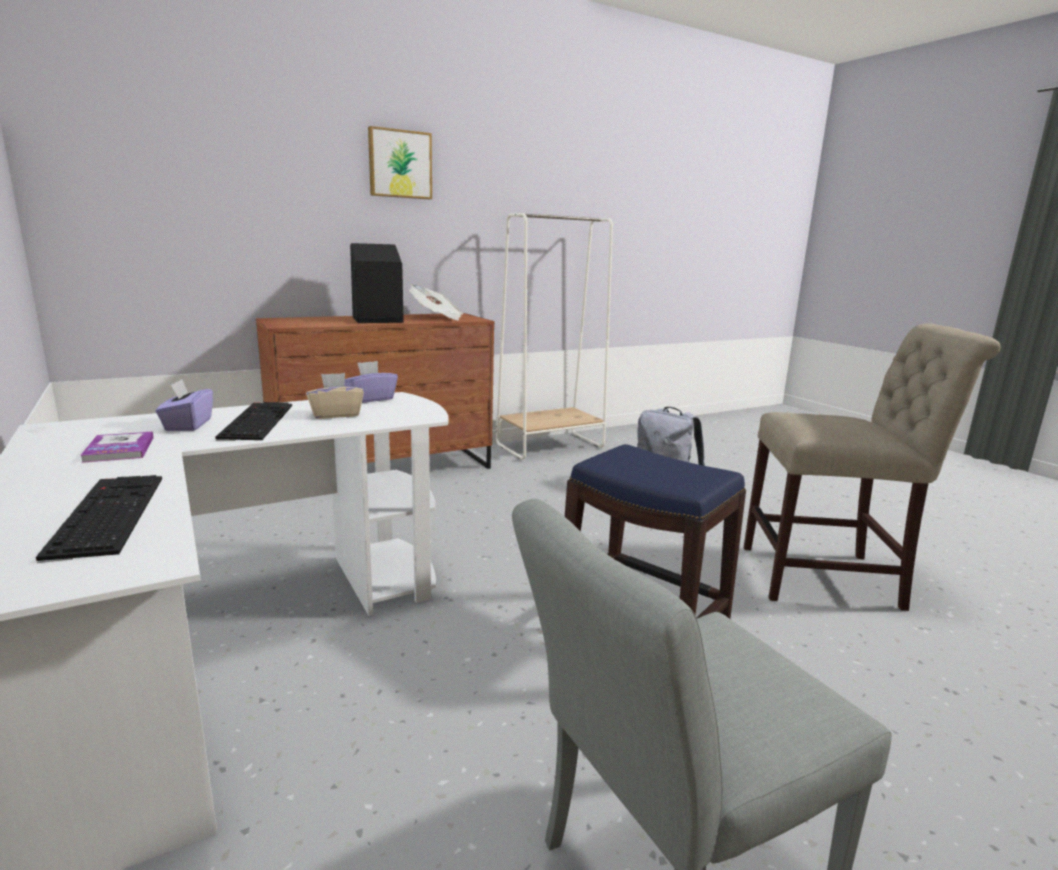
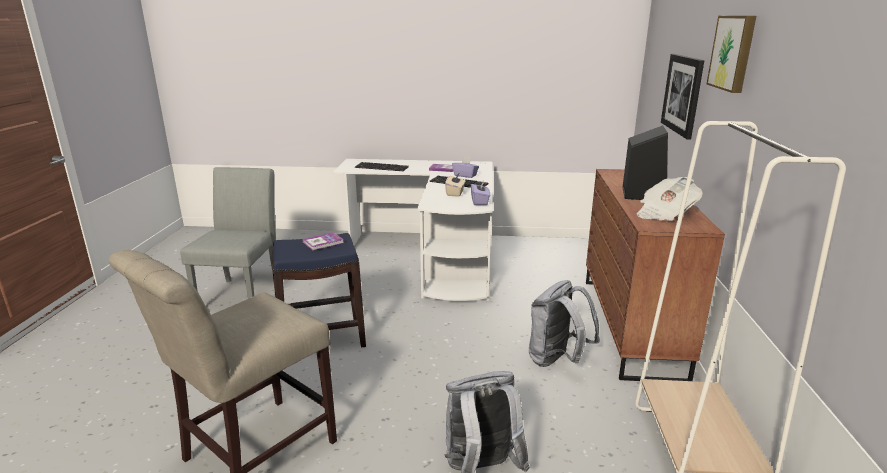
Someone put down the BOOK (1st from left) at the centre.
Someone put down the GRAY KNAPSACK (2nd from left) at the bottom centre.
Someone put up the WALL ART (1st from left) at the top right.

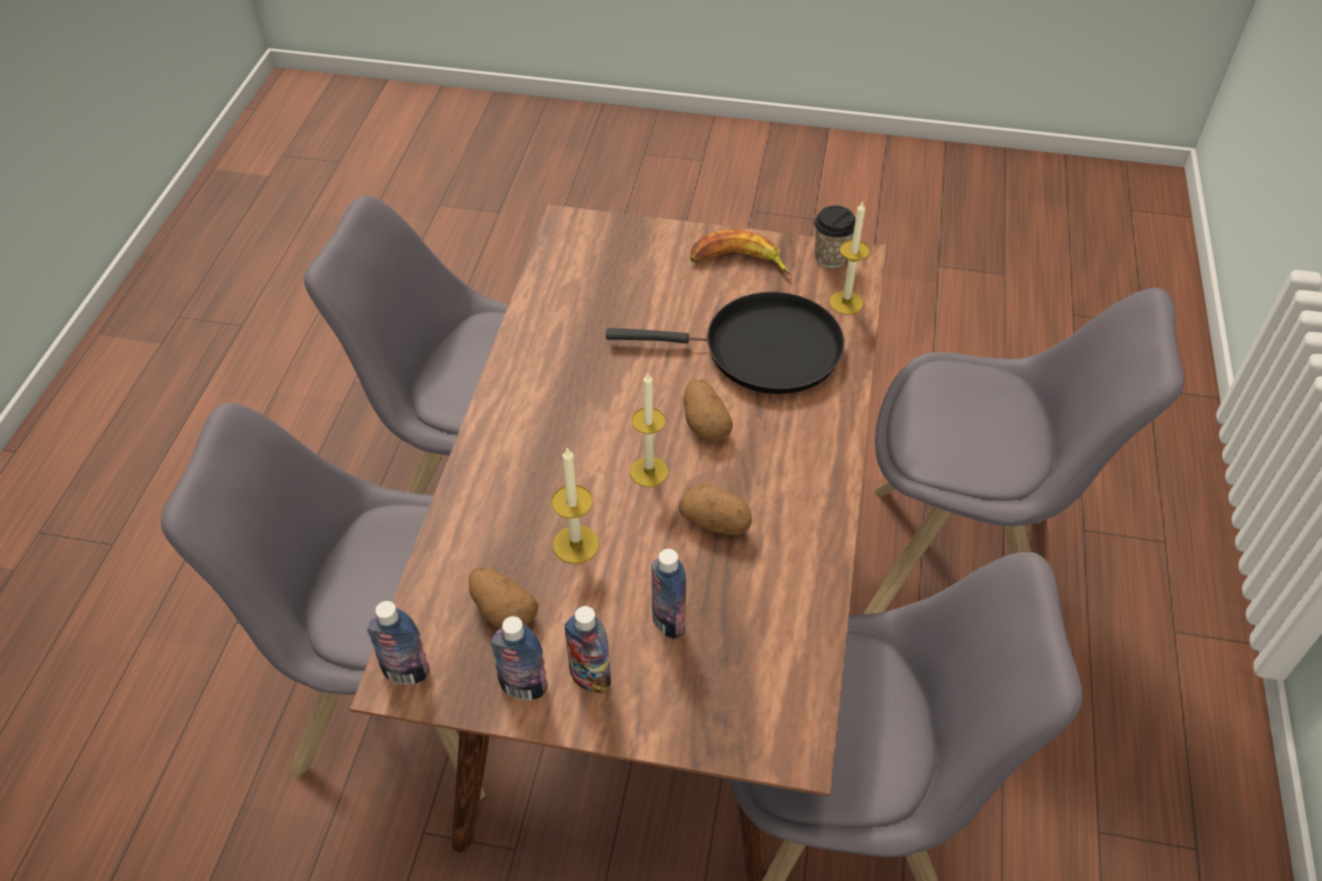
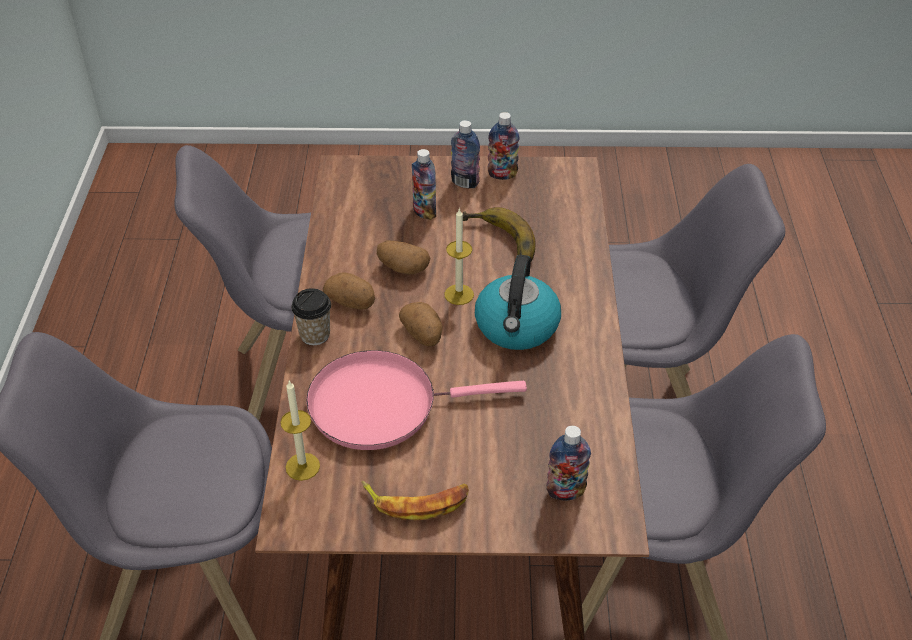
Someone put down the WATER KETTLE at the centre.
Someone carried the BOTTLE (1st from left in the first image) from the bottom left to the bottom centre.
Someone carried the SPUD (1st from left) from the bottom centre to the centre.
Someone carried the DRINKING CUP from the top centre to the centre.
Someone swapped the CANDLE (1st from left) at the centre for the WHOLE BANANA (2nd from left) at the centre.
Someone repainted the BLACK-COLOURED FRYING PAN at the centre, which became the PINK-COLOURED FRYING PAN at the centre.

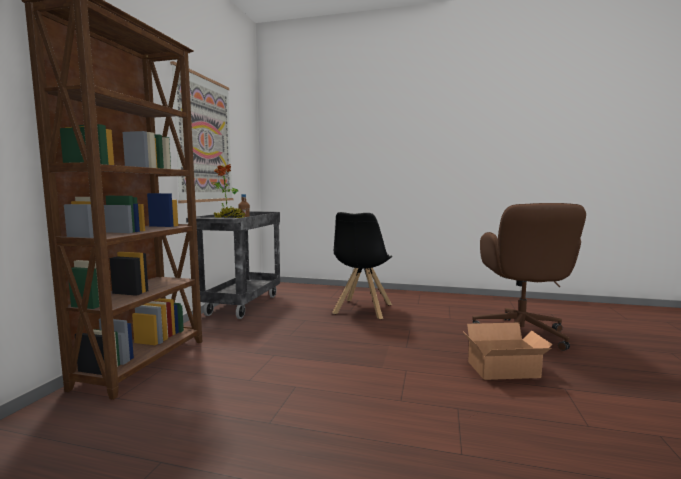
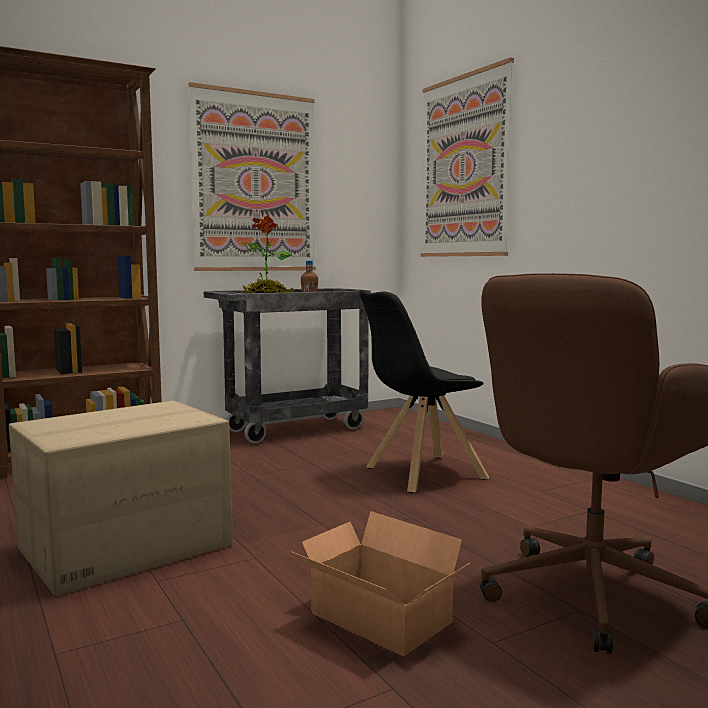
Someone put down the PACKING BOX (1st from left) at the bottom left.
Someone put up the WALL ART (2nd from left) at the top centre.

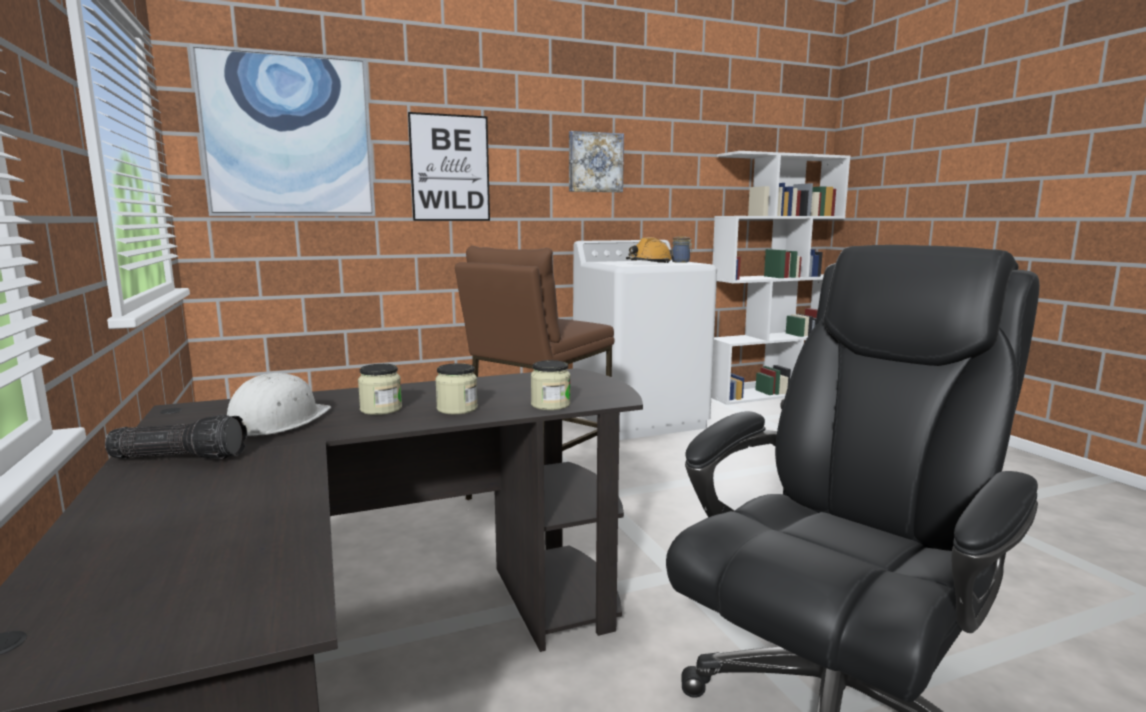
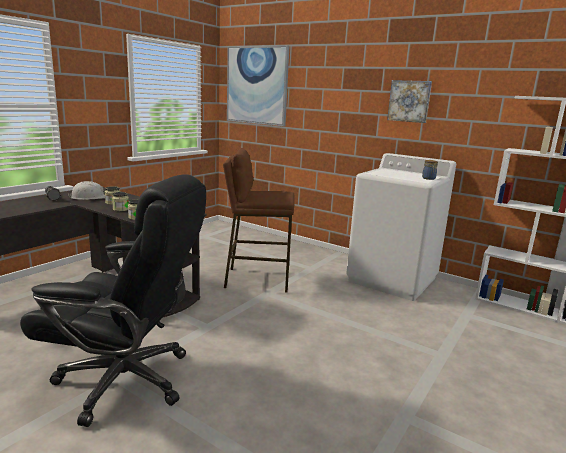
Someone took away the WALL ART (2nd from left) at the top centre.
Someone took away the ORANGE-COLOURED WORK HELMET at the centre.

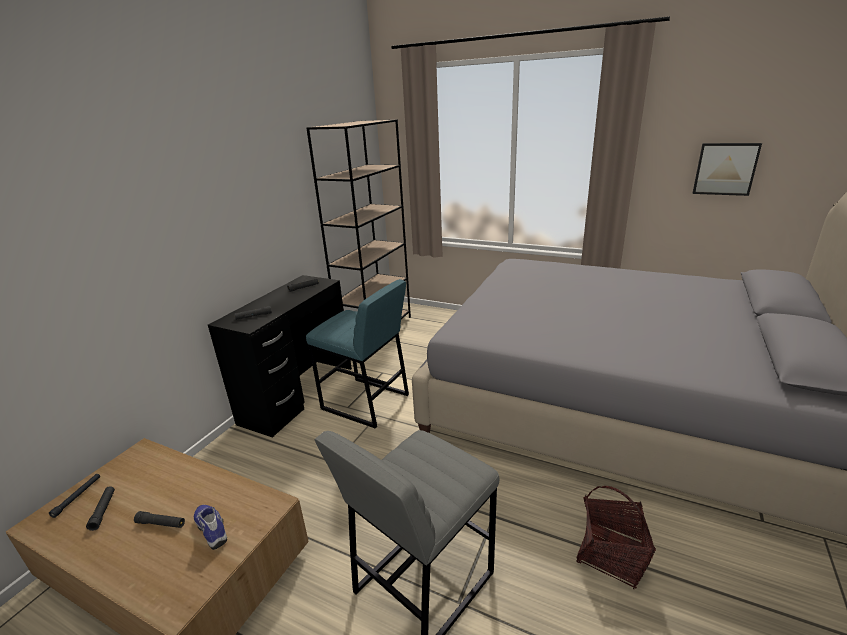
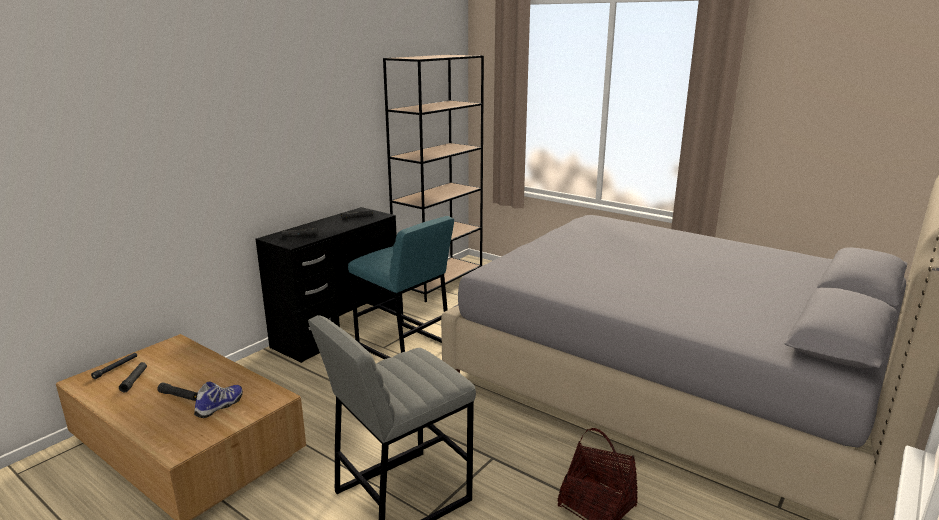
Someone took away the WALL ART at the top right.
Someone rotated the LOW SHOE at the bottom left by 60 degrees clockwise.

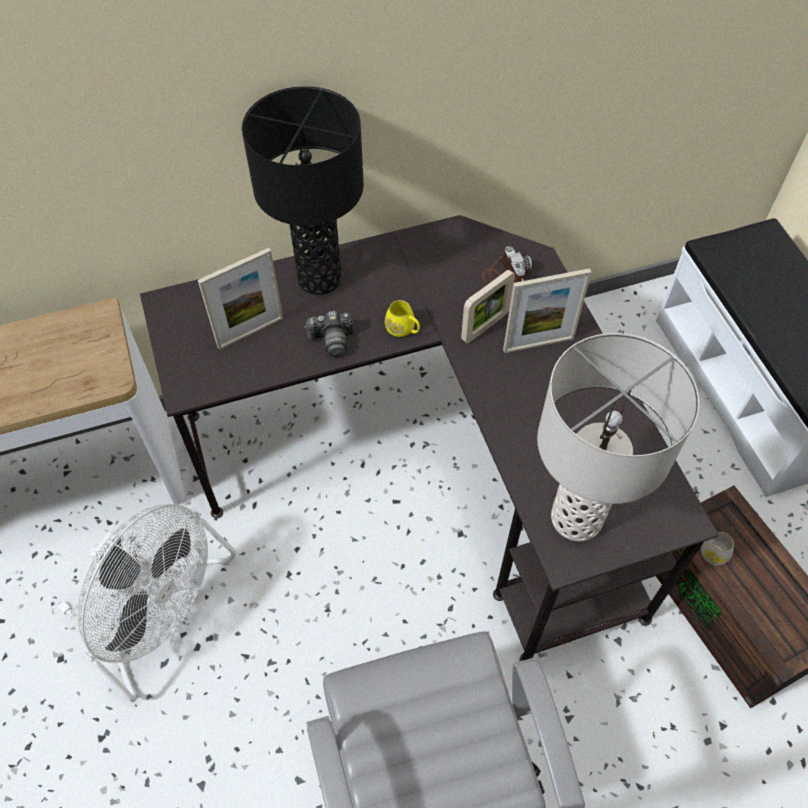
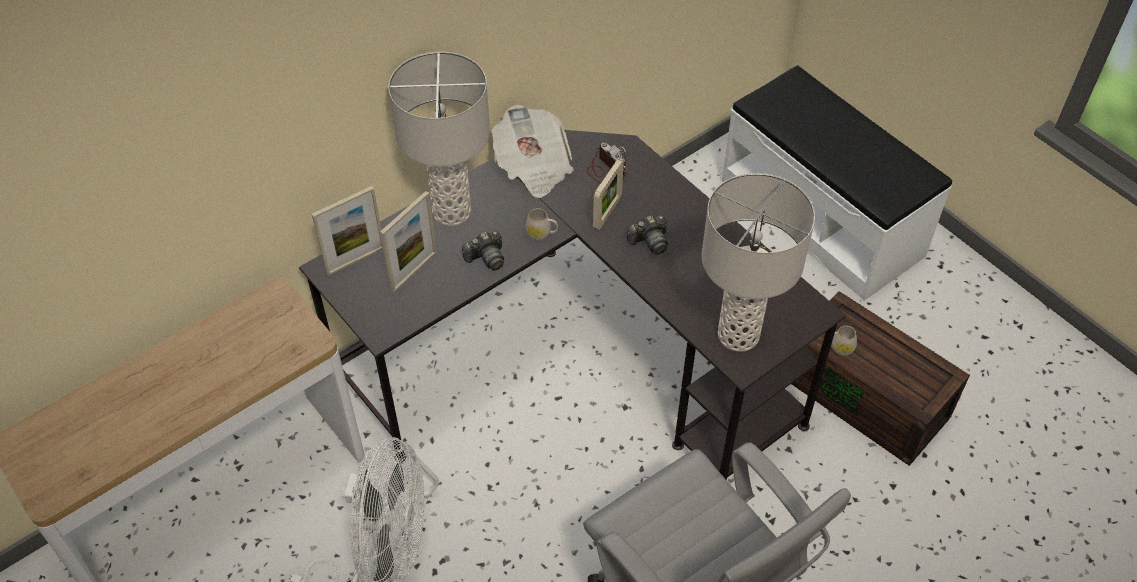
Someone put down the NEWSPAPER at the top centre.
Someone put down the PHOTO CAMERA (3rd from left) at the centre.
Someone carried the STANDING FRAME (3rd from left in the first image) from the middle right to the middle left.
Someone repainted the BLACK-COLOURED TABLETOP LAMP at the top centre, which became the WHITE-COLOURED TABLETOP LAMP (1st from left) at the top centre.
Someone repainted the YELLOW-COLOURED MUG at the centre, which became the WHITE-COLOURED MUG (1st from left) at the centre.

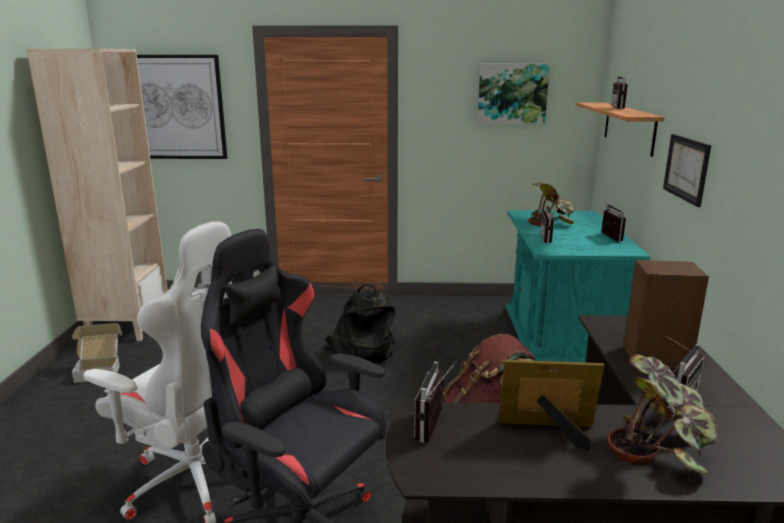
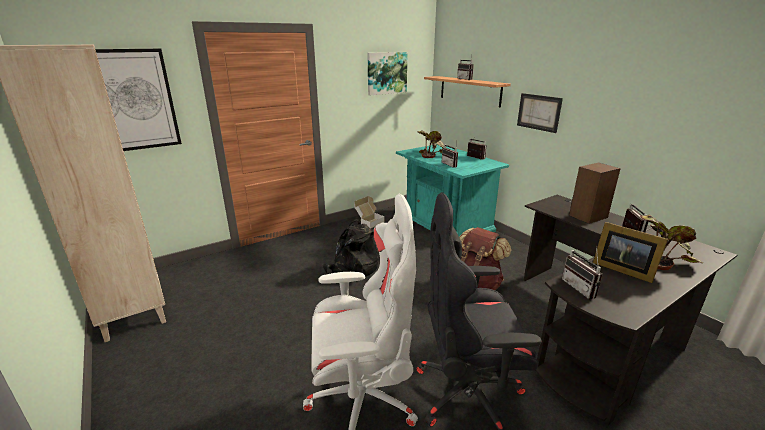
Someone carried the PACKING BOX from the bottom left to the centre.
Someone rotated the STANDING FRAME at the bottom right by 105 degrees counterclockwise.

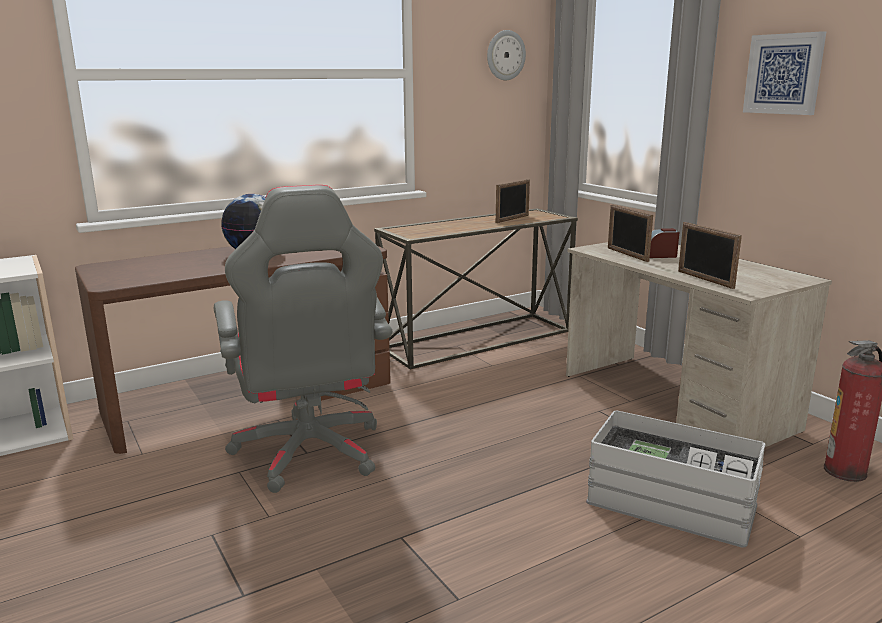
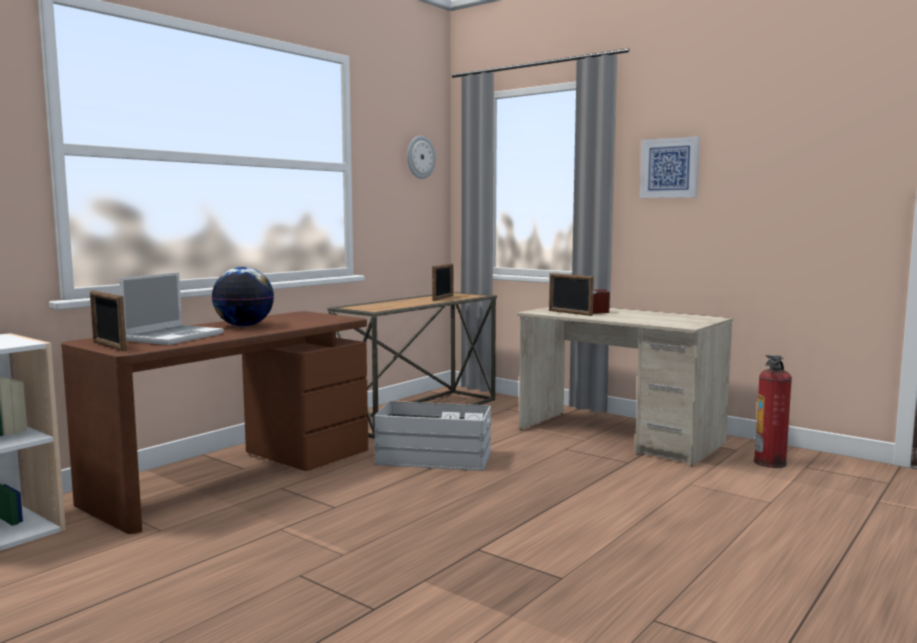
Someone took away the GRAY COMPUTER CHAIR at the centre.
Someone put down the NOTEBOOK COMPUTER at the middle left.
Someone carried the GRAY STORAGE CONTAINER from the bottom right to the bottom centre.
Someone carried the STANDING FRAME (3rd from left in the first image) from the middle right to the middle left.

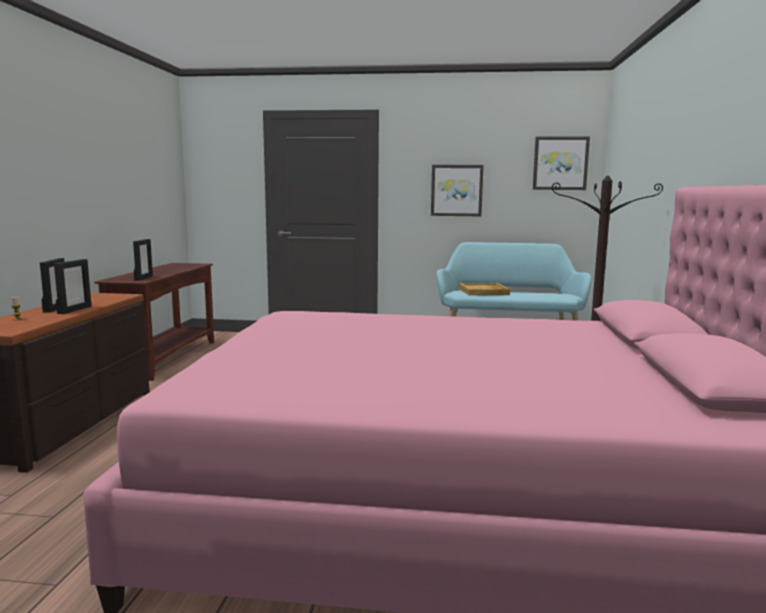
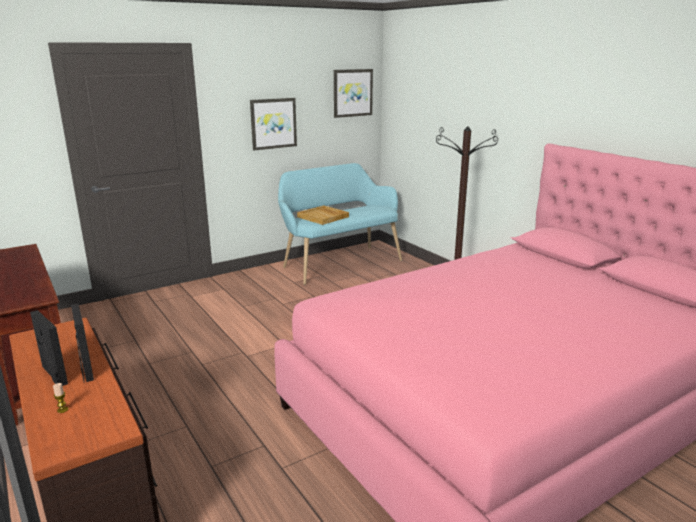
Someone took away the STANDING FRAME (3rd from left) at the middle left.

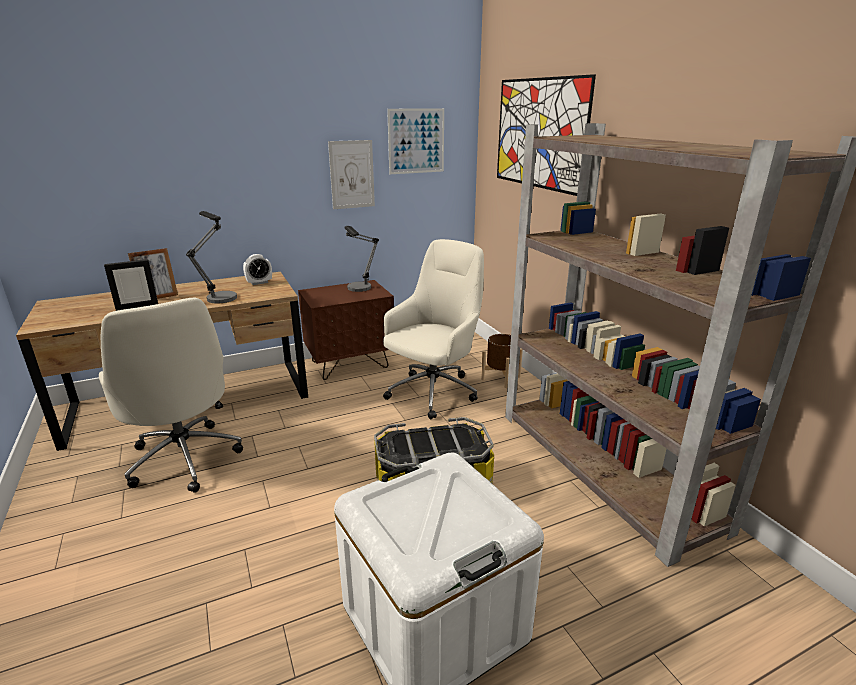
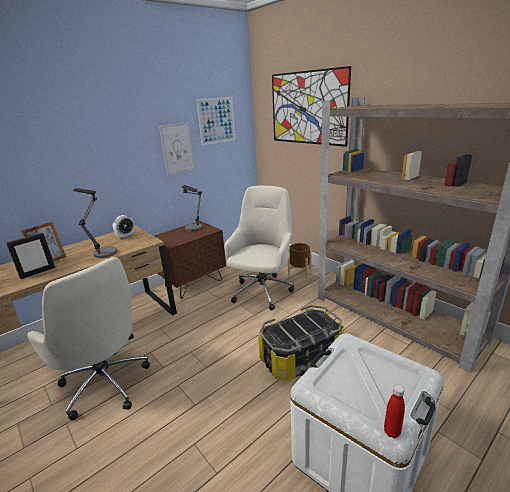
Someone put down the RED-COLOURED BOTTLE at the bottom right.

